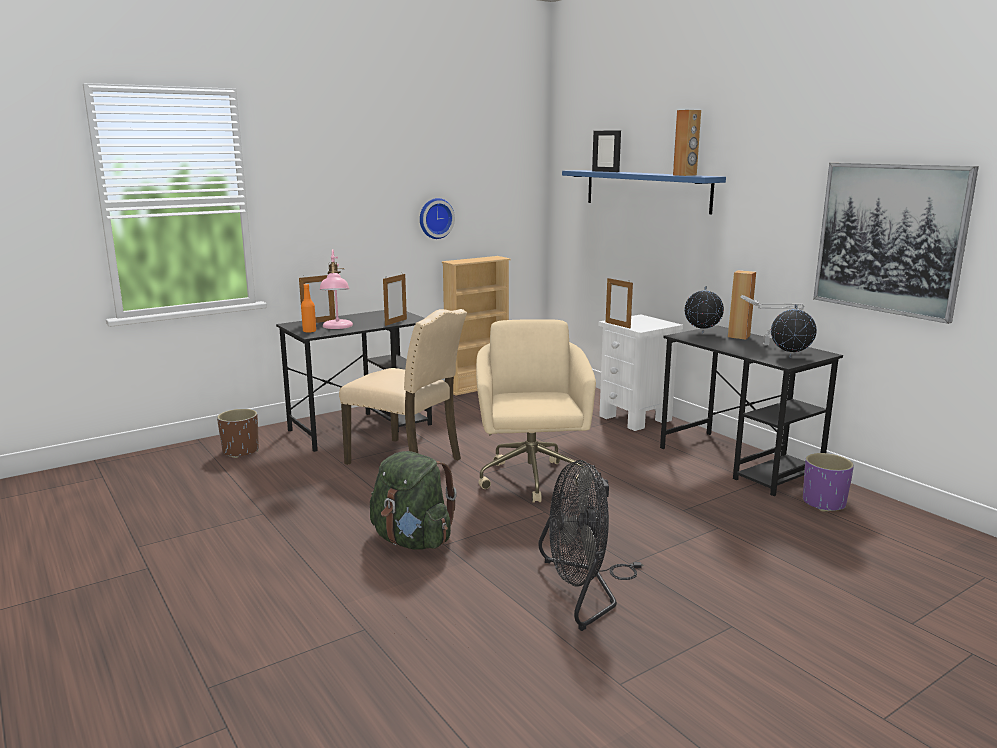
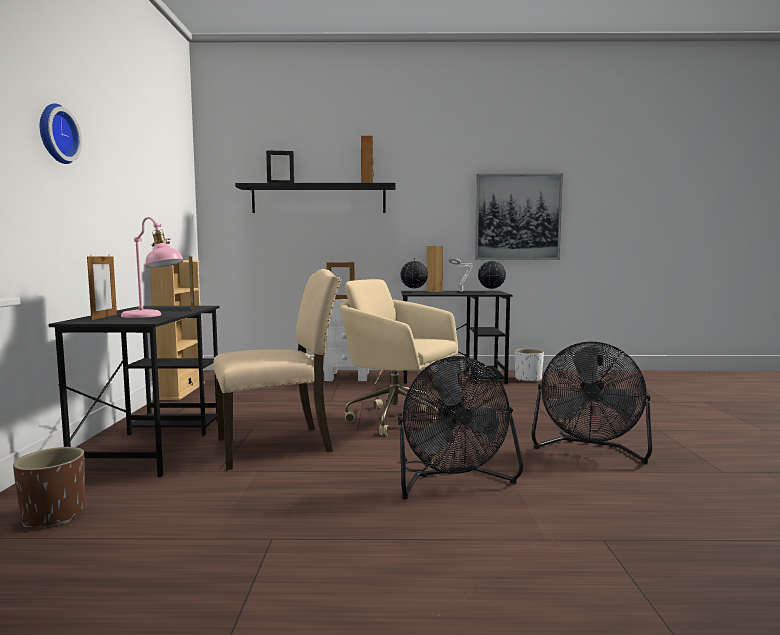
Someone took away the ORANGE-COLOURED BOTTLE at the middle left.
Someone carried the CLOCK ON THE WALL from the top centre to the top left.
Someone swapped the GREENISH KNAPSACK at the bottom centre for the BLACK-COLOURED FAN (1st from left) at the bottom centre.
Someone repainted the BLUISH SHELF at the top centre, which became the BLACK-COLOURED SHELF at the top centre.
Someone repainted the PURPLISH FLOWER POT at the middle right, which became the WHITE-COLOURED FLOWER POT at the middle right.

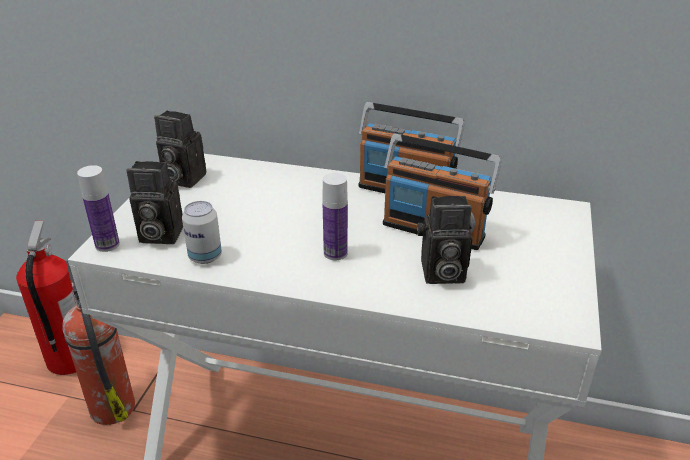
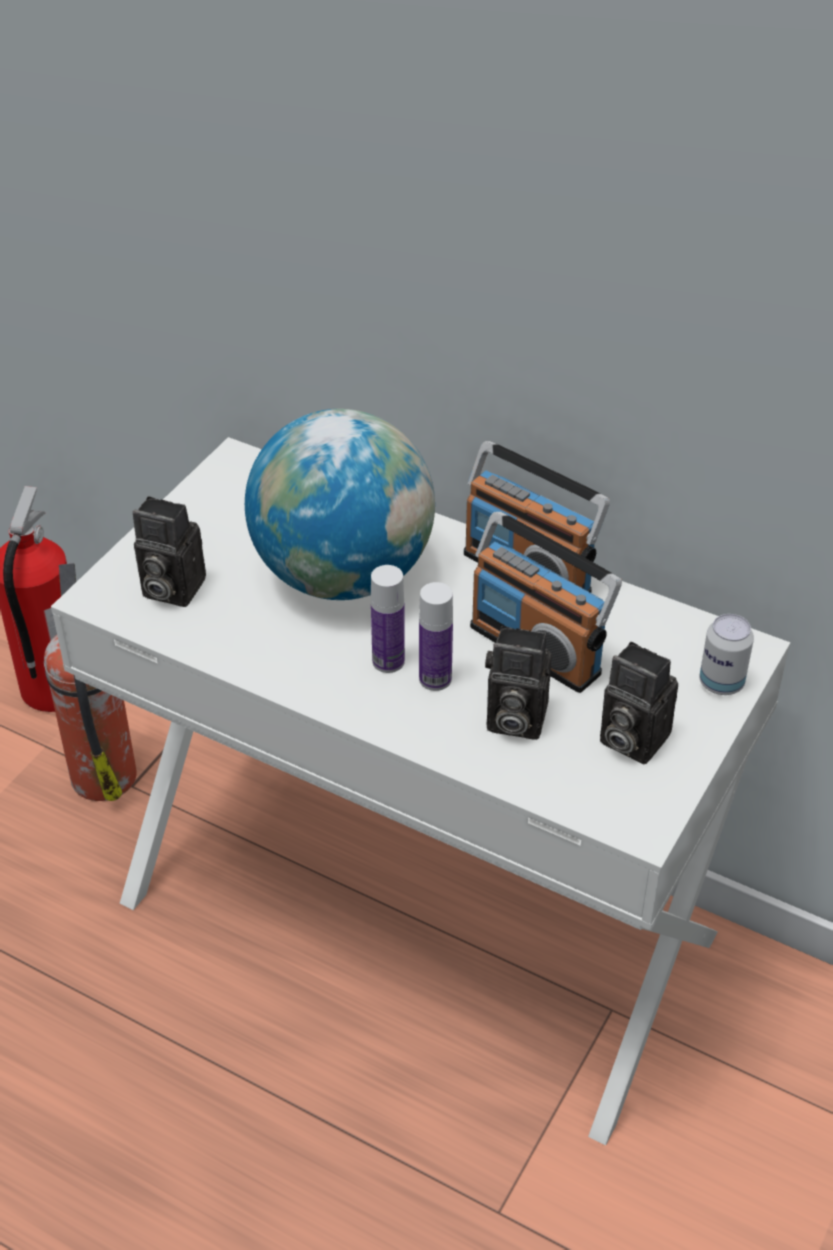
Someone put down the WORLD GLOBE at the centre.
Someone carried the BOTTLE (1st from left in the first image) from the middle left to the centre.
Someone carried the PHOTO CAMERA (2nd from left in the first image) from the top left to the middle right.
Someone carried the METAL CAN from the middle left to the middle right.

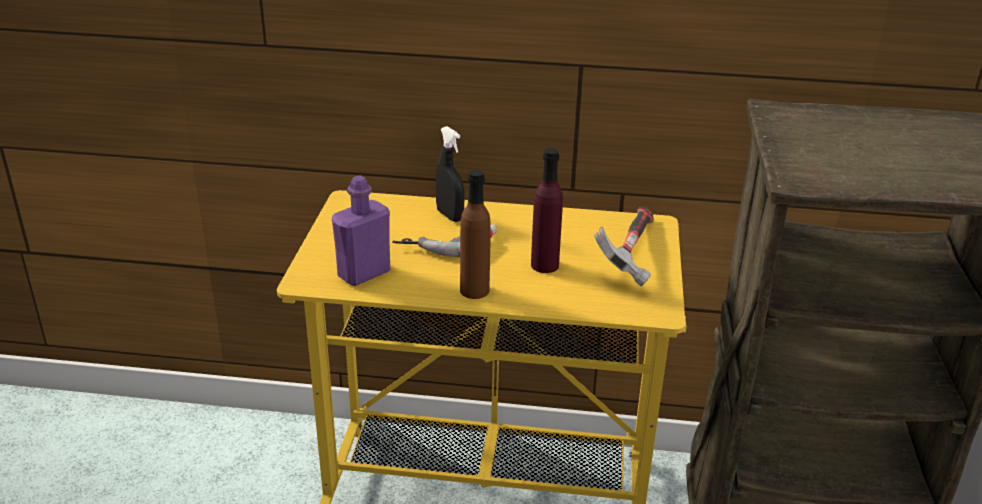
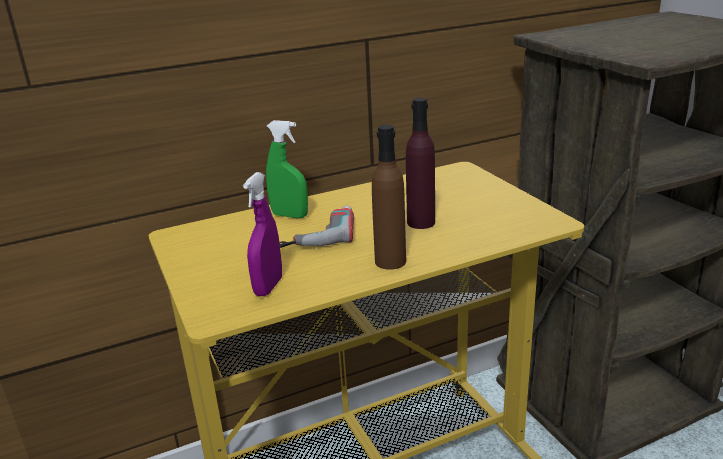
Someone took away the HAND HAMMER at the centre.
Someone swapped the PURPLISH BOTTLE (1st from left) at the centre for the PURPLISH SPRAY BOTTLE at the centre.
Someone repainted the BLACK-COLOURED SPRAY BOTTLE at the centre, which became the GREENISH SPRAY BOTTLE at the centre.

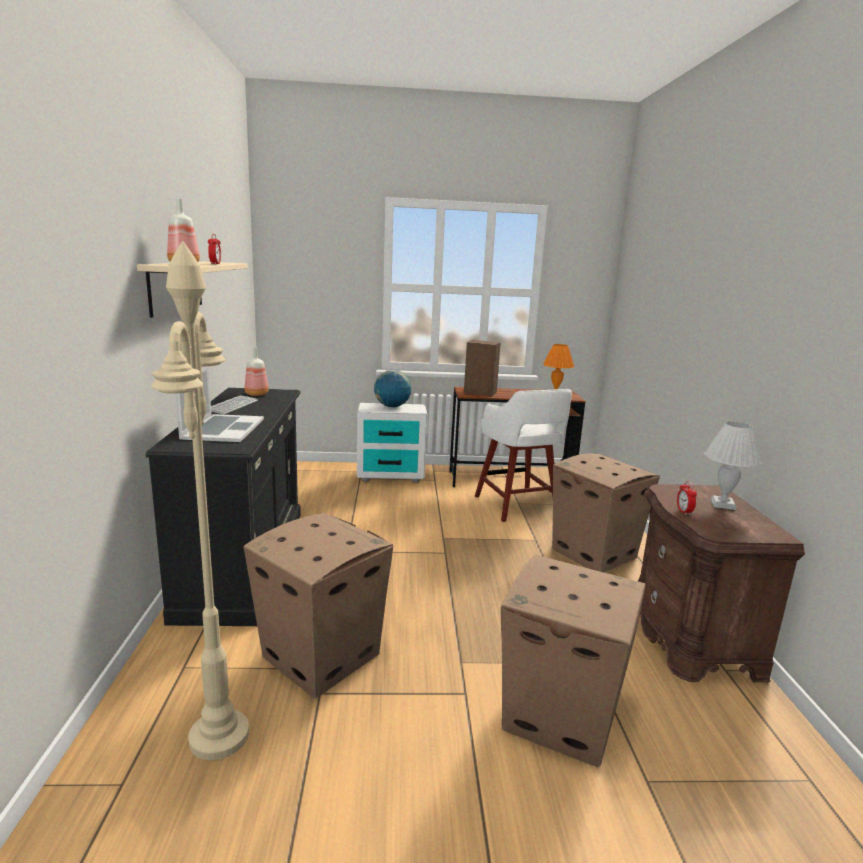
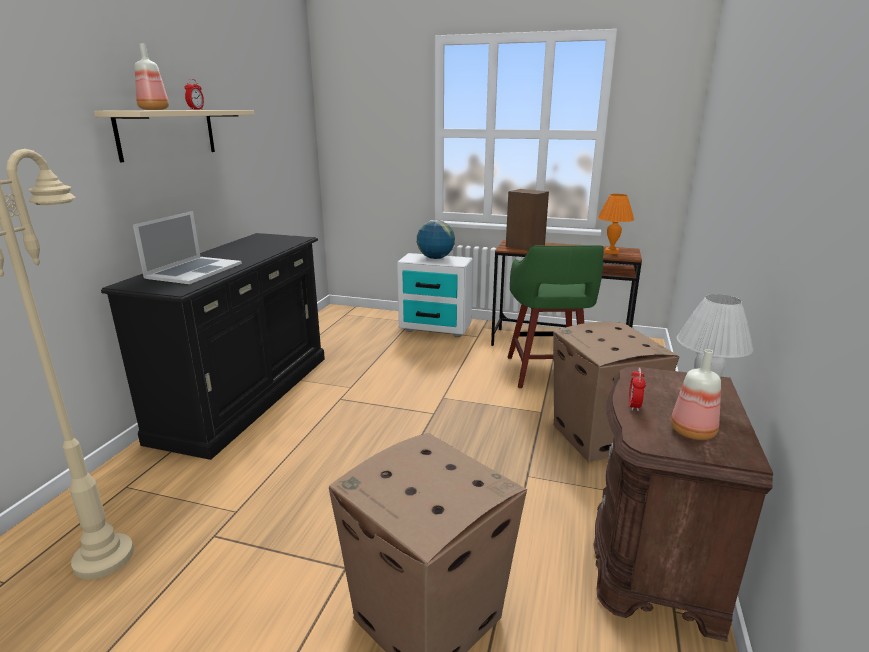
Someone took away the PC KEYBOARD at the middle left.
Someone took away the PACKING BOX (1st from left) at the bottom centre.
Someone carried the BOTTLE (2nd from left) from the middle left to the middle right.
Someone repainted the WHITE-COLOURED STOOL at the centre, which became the GREENISH STOOL at the centre.

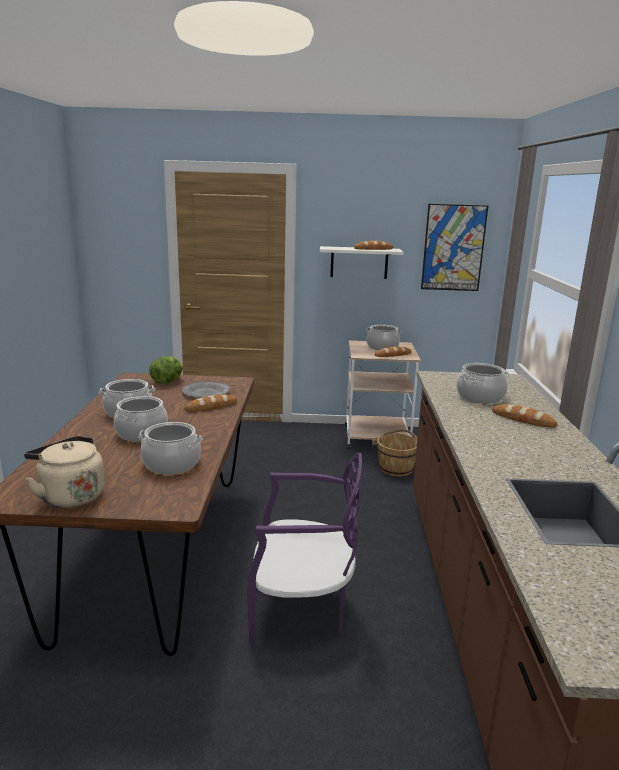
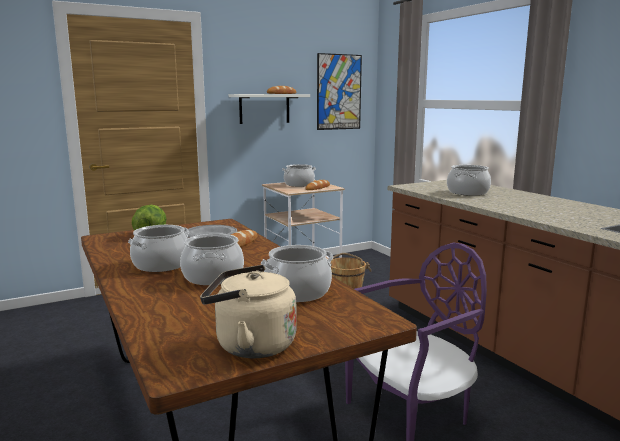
Someone took away the BAKERY BREAD (4th from left) at the middle right.

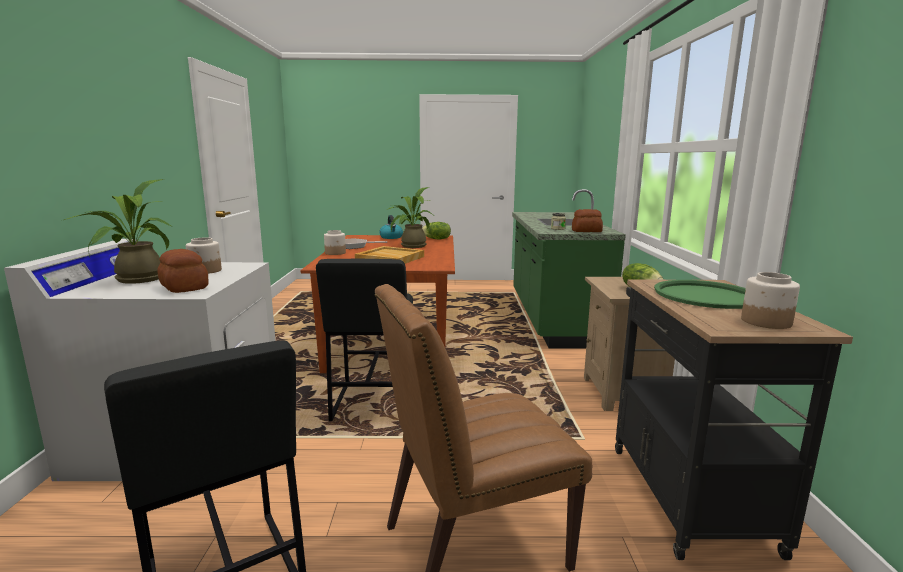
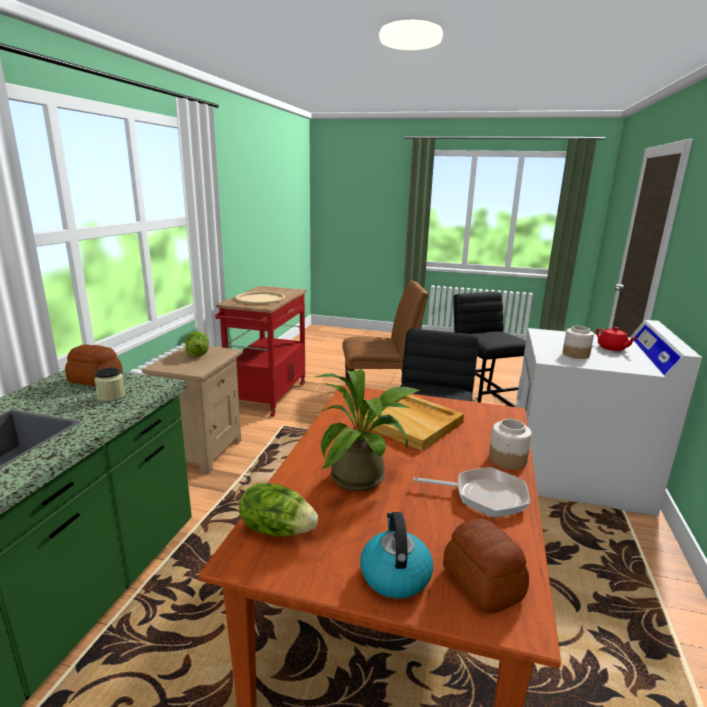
Someone took away the JAR (4th from left) at the middle right.
Someone carried the BAKERY BREAD (1st from left in the first image) from the middle left to the bottom right.
Someone swapped the HOUSEPLANT (1st from left) at the middle left for the RED-COLOURED TEAPOT at the middle right.
Someone repainted the BLACK-COLOURED WHEELED CART at the bottom right, which became the RED-COLOURED WHEELED CART at the centre.
Someone repainted the GREENISH SERVING TRAY at the middle right, which became the BEIGE SERVING TRAY (1st from left) at the centre.

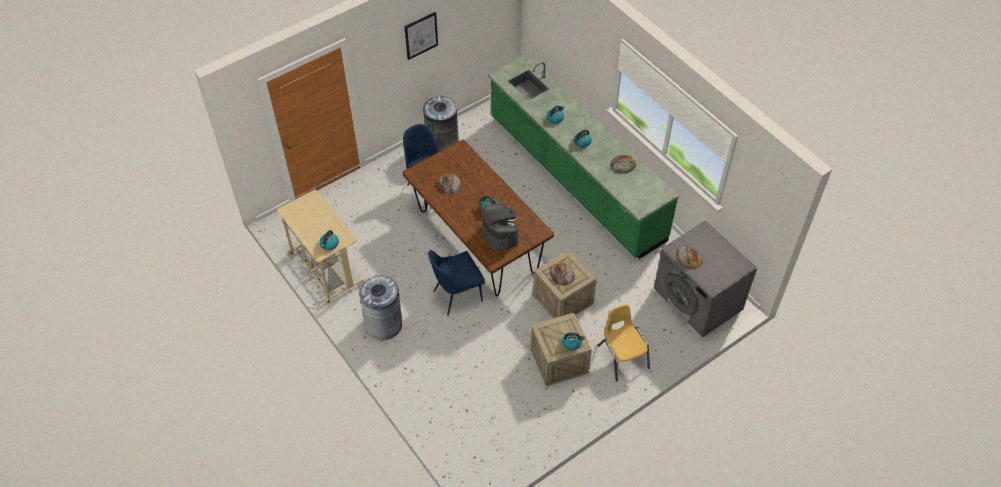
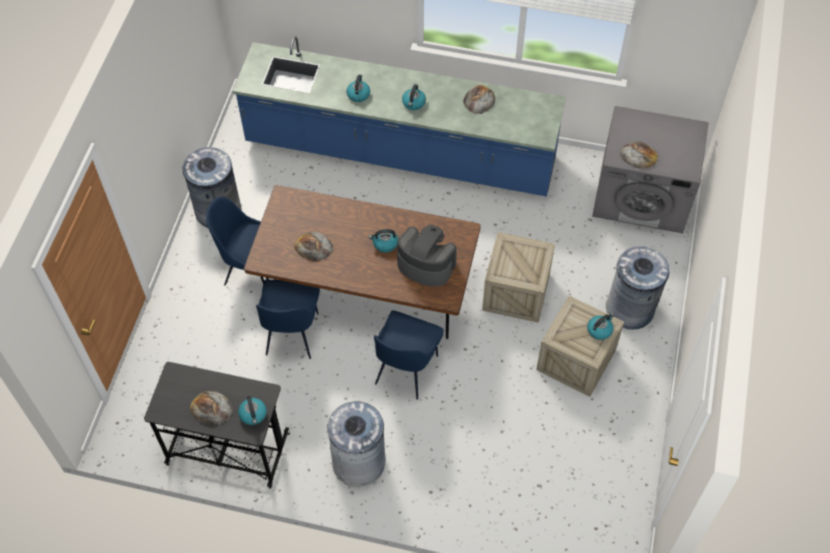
Someone took away the WALL ART at the top centre.
Someone put down the BLUISH UPRIGHT CHAIR (2nd from left) at the centre.
Someone carried the BAKERY BREAD (2nd from left in the first image) from the centre to the bottom left.
Someone swapped the YELLOW-COLOURED UPRIGHT CHAIR at the bottom centre for the GRAY TRASH CAN (3rd from left) at the middle right.
Someone repainted the BEIGE DESK TABLE at the middle left, which became the BLACK-COLOURED DESK TABLE at the bottom left.
Someone repainted the GREENISH KITCHEN BASE UNIT at the top centre, which became the BLUISH KITCHEN BASE UNIT at the top centre.

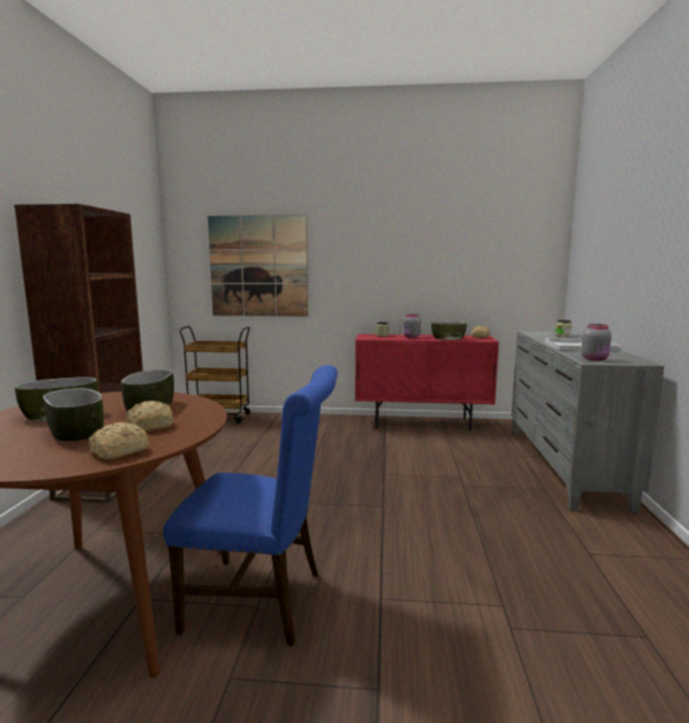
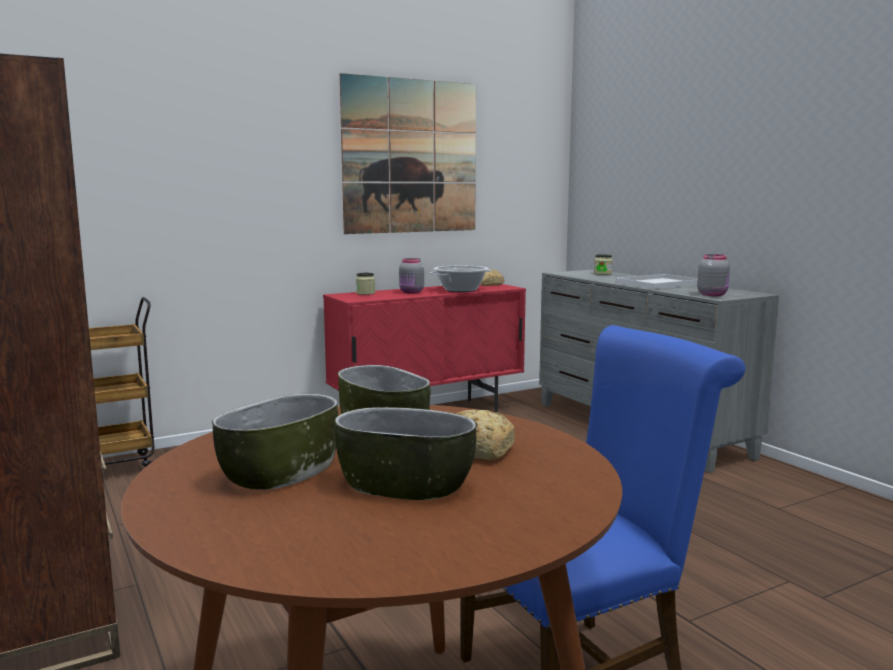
Someone took away the BAKERY BREAD (1st from left) at the middle left.
Someone carried the WALL ART from the centre to the top centre.
Someone swapped the SERVING BOWL (4th from left) at the centre for the SAUCEPOT at the centre.

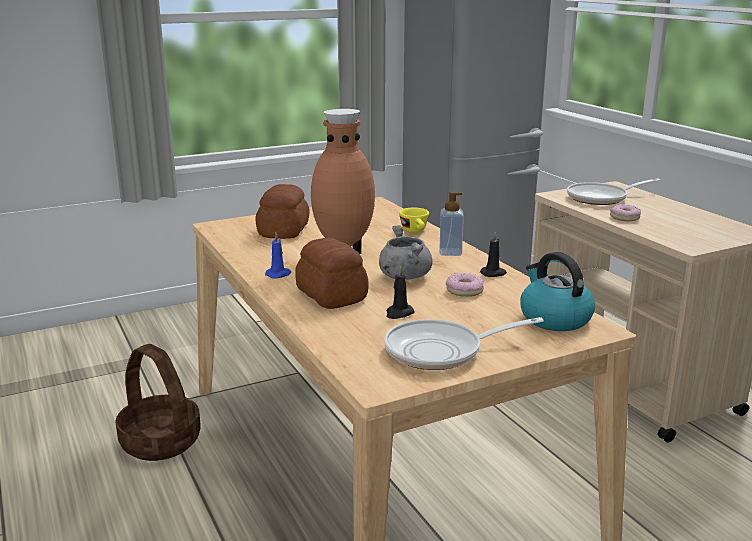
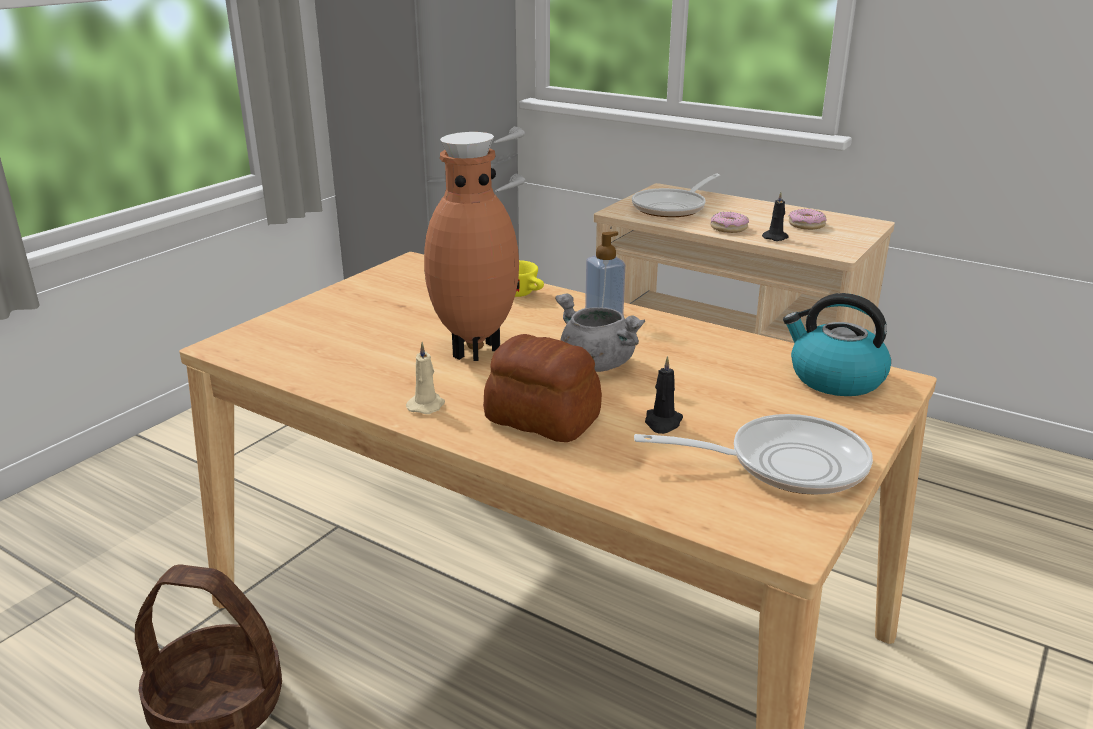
Someone took away the BAKERY BREAD (1st from left) at the centre.
Someone carried the RING DOUGHNUT (1st from left in the first image) from the centre to the top right.
Someone carried the BLACK-COLOURED CANDLE (2nd from left) from the centre to the top right.
Someone repainted the BLUISH CANDLE at the centre, which became the BEIGE CANDLE at the centre.
Someone rotated the FRYING PAN (1st from left in the first image) at the centre by 135 degrees counterclockwise.

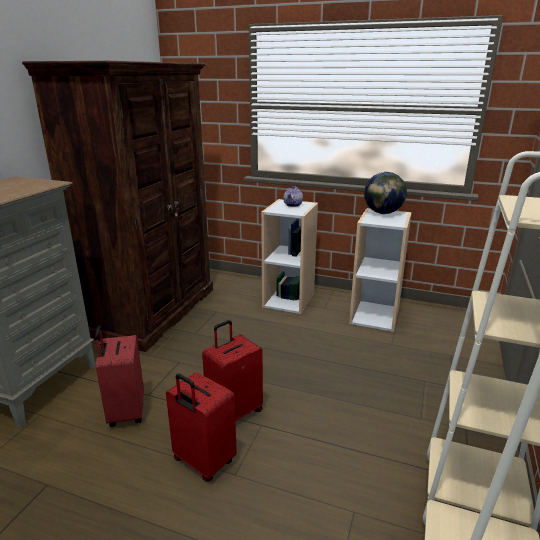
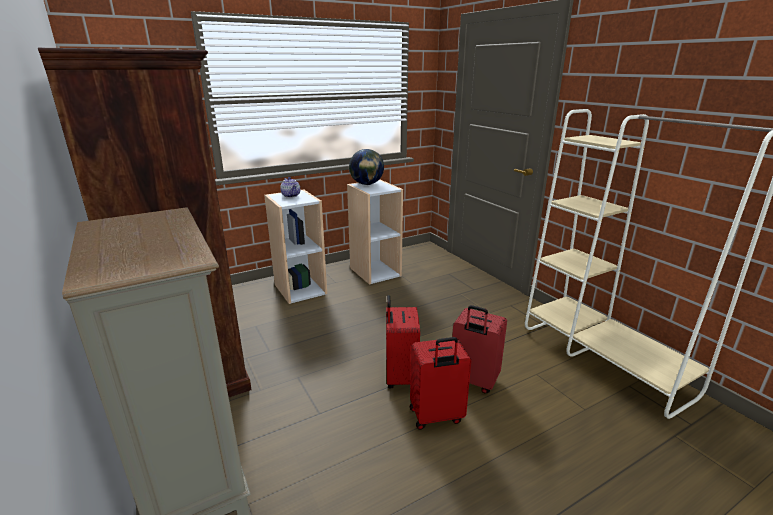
Someone carried the RED-COLOURED SUITCASE (1st from left in the first image) from the bottom left to the bottom centre.

